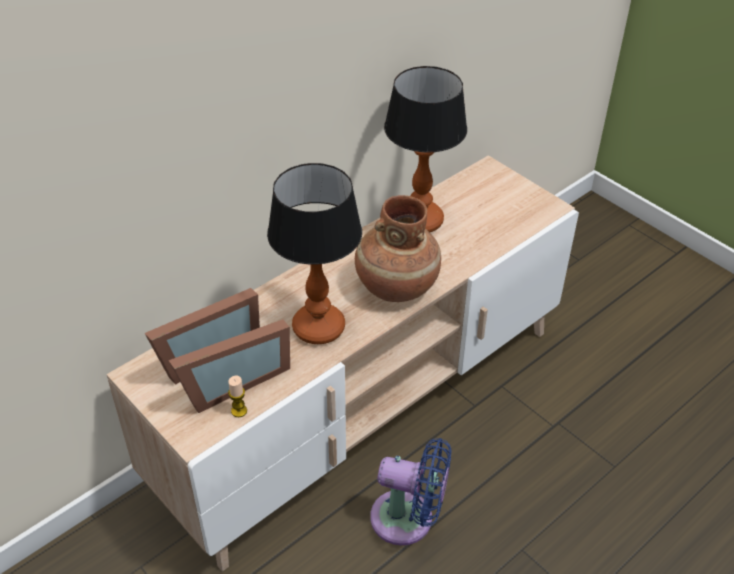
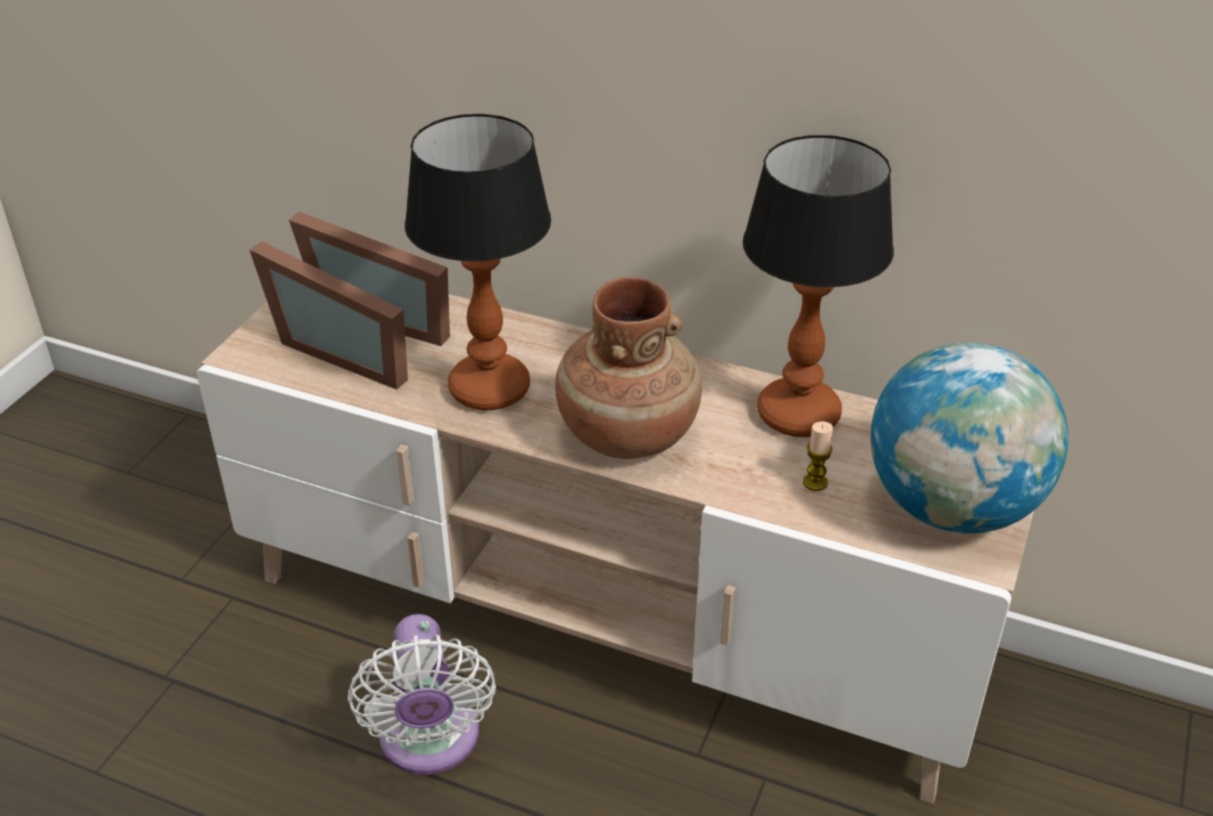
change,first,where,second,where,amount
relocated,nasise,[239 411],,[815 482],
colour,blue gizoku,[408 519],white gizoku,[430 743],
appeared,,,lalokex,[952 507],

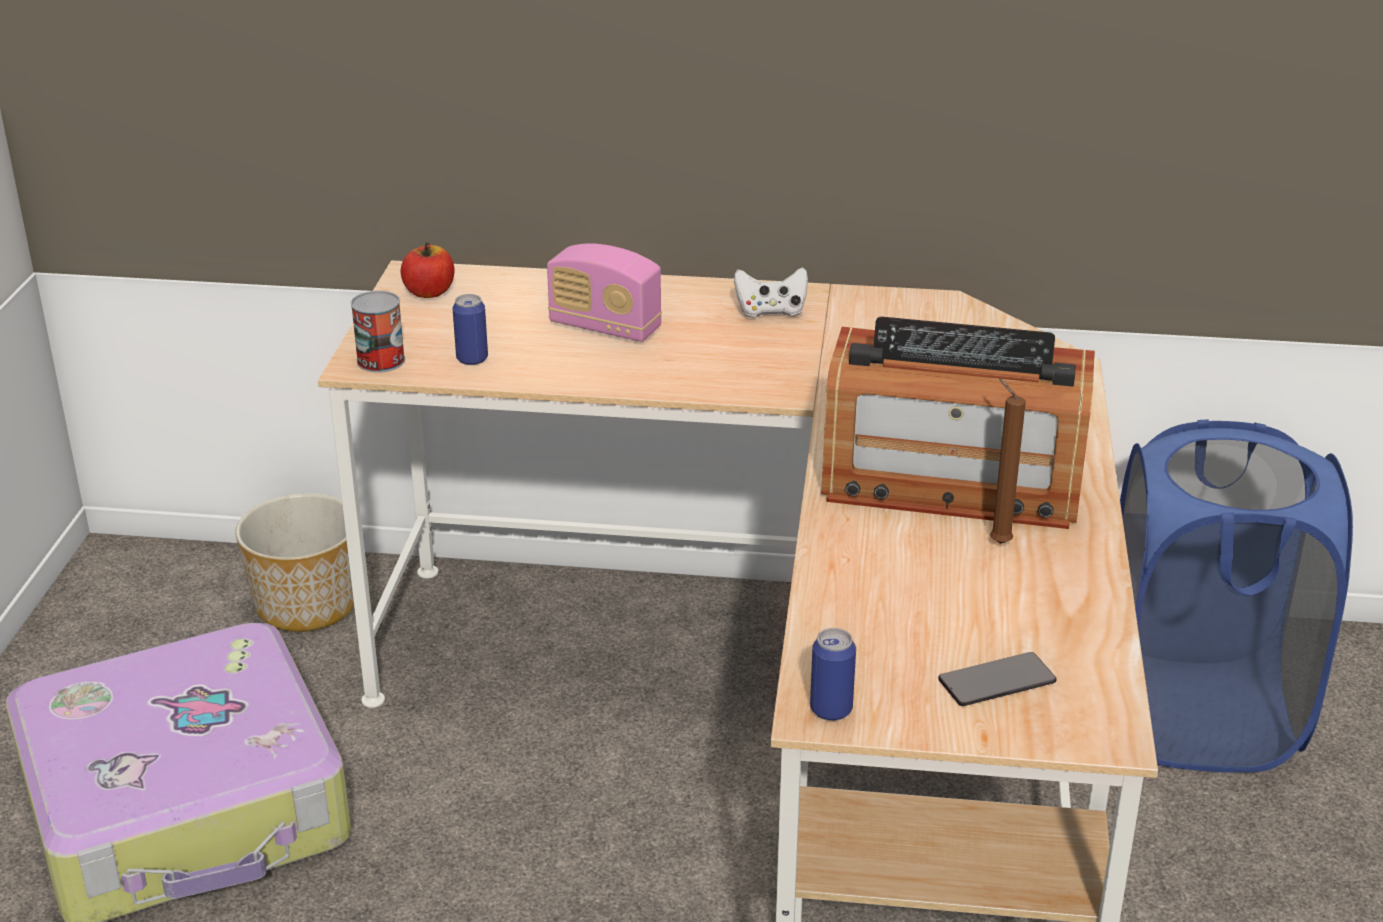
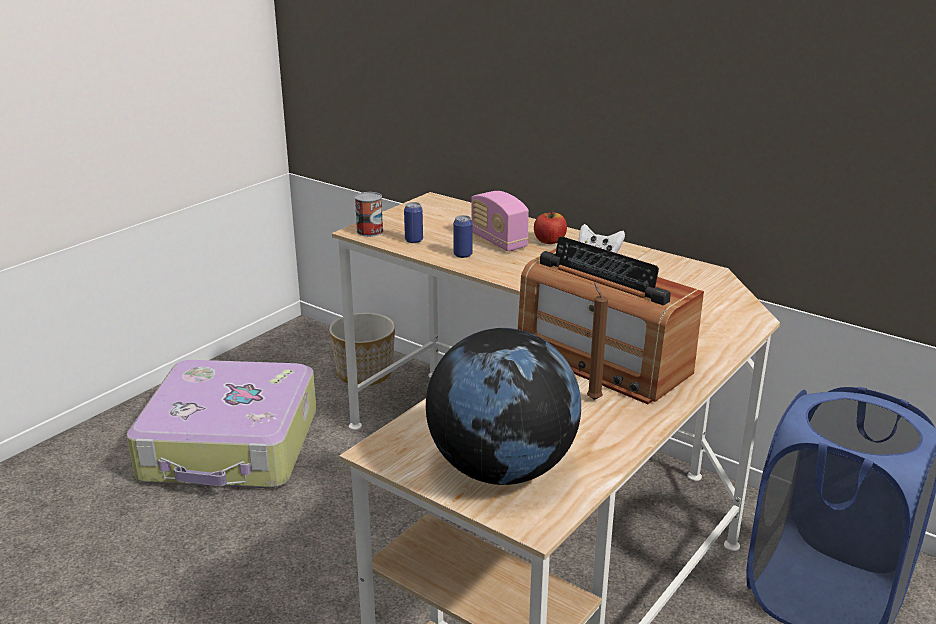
change,first,where,second,where,amount
relocated,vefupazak,[429 292],,[549 241],
relocated,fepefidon,[831 710],,[463 255],
exchanged,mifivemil,[996 681],lalokex,[502 470],

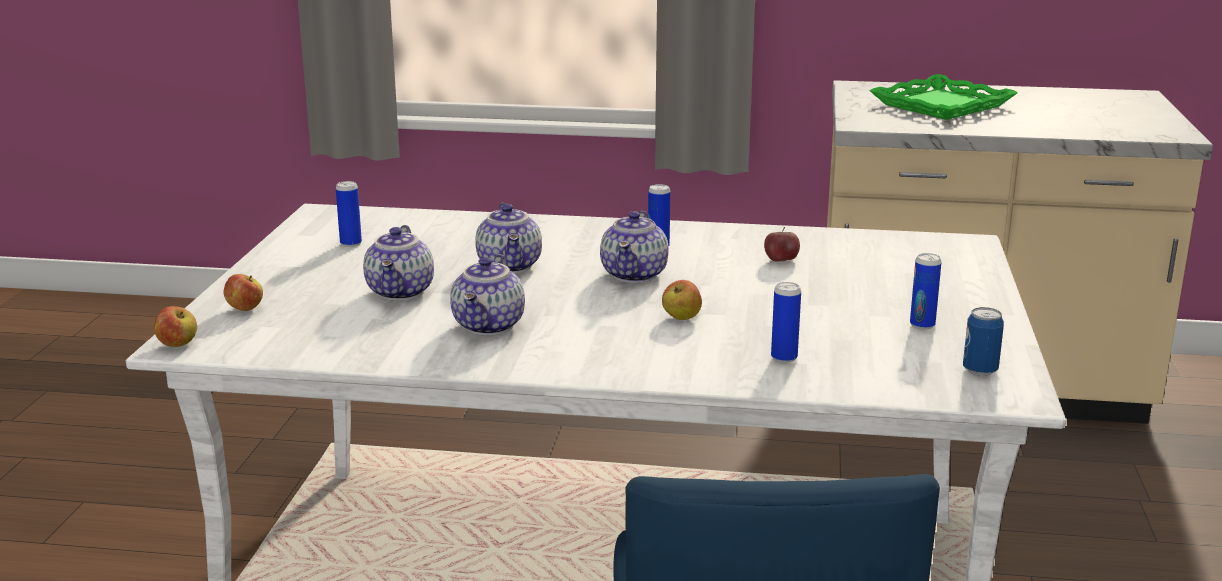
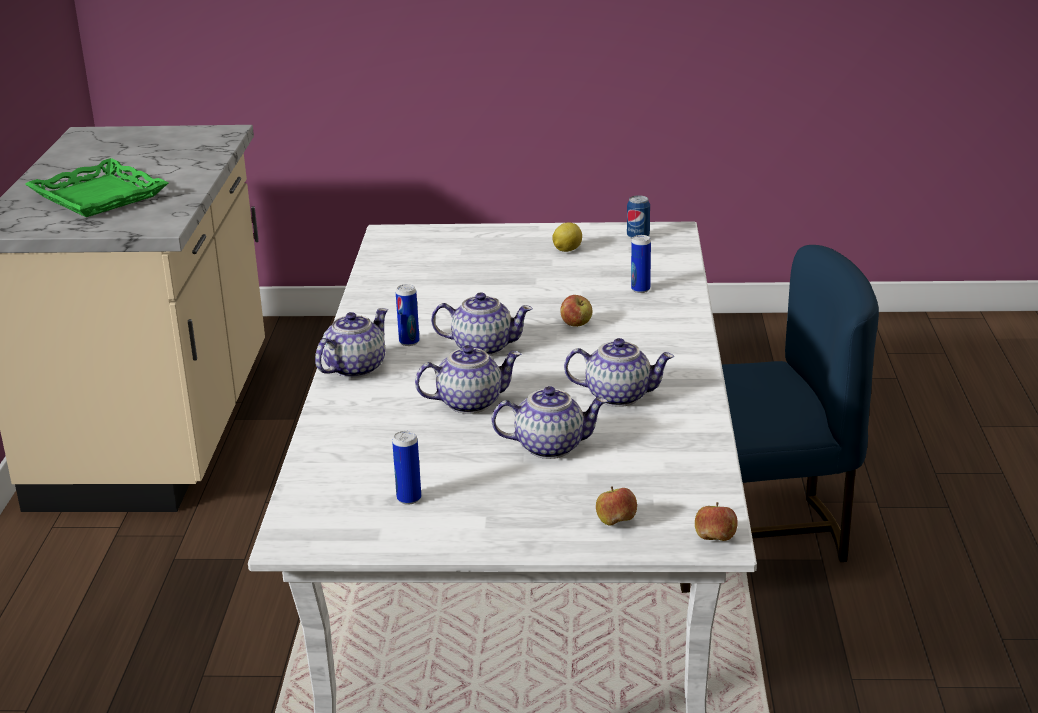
change,first,where,second,where,amount
missing,vefupazak,[781 260],,,
exchanged,fepefidon,[922 325],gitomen,[566 250],
appeared,,,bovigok,[354 368],

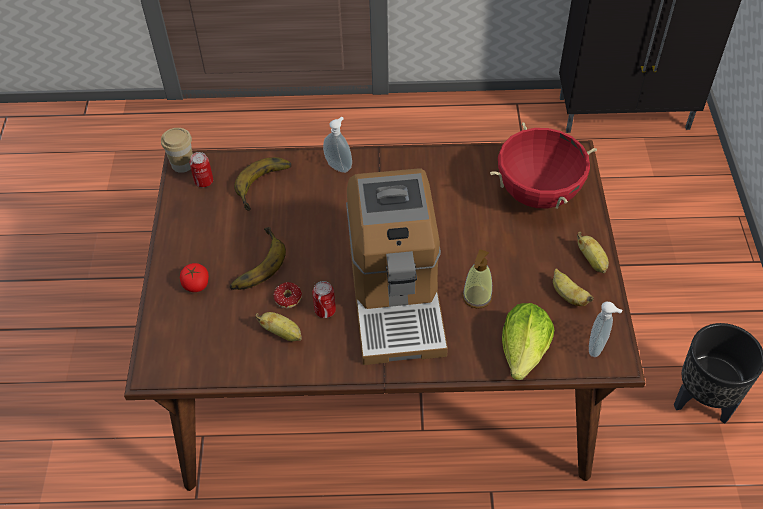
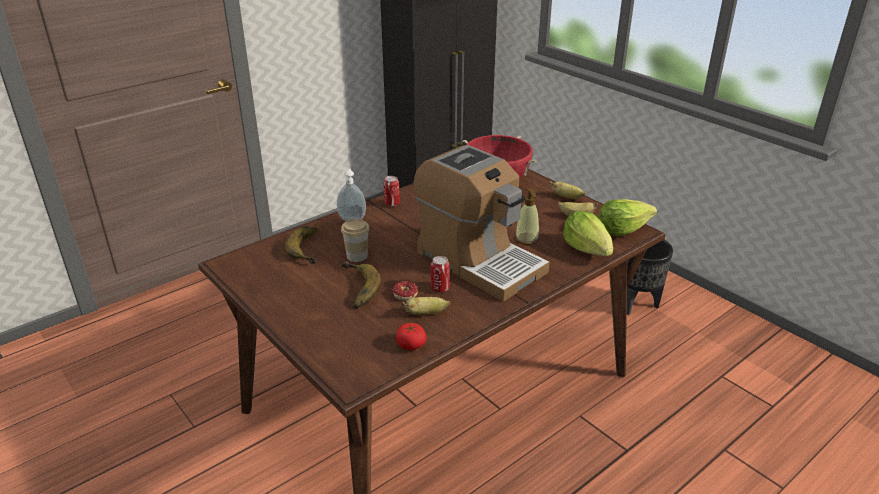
change,first,where,second,where,amount
relocated,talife,[182 164],,[357 256],
relocated,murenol,[196 284],,[411 345],
relocated,fepefidon,[204 181],,[392 203],
exchanged,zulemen,[598 347],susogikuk,[622 229],

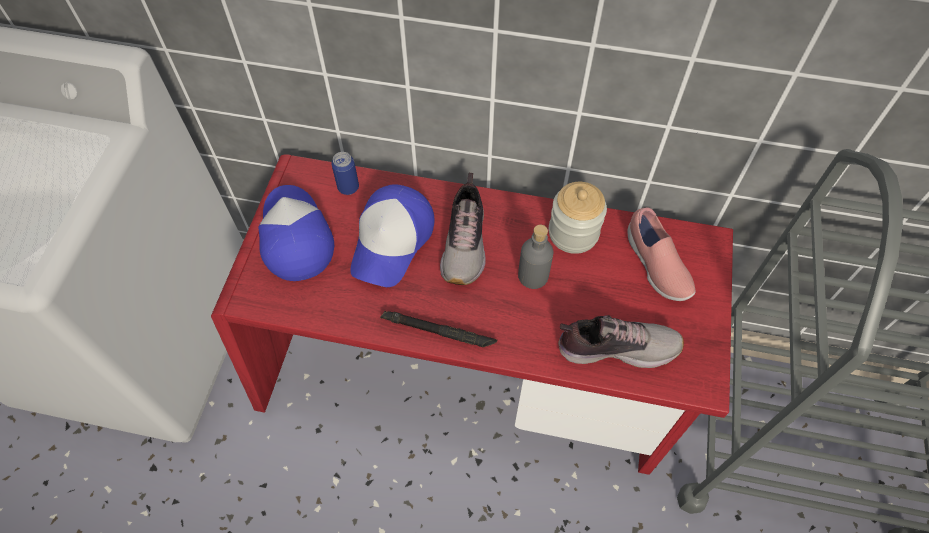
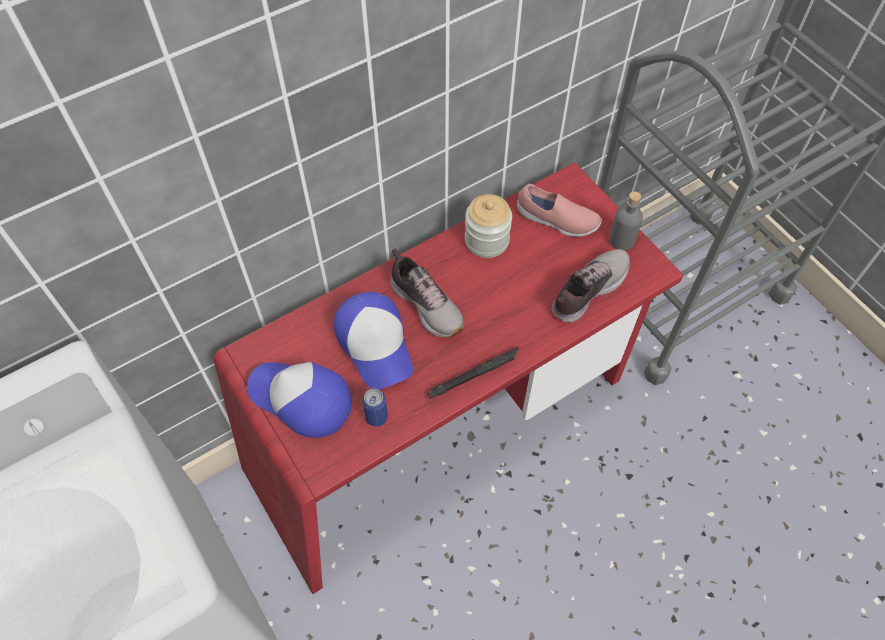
change,first,where,second,where,amount
relocated,fepefidon,[348 187],,[376 417],
relocated,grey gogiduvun,[533 275],,[621 240],

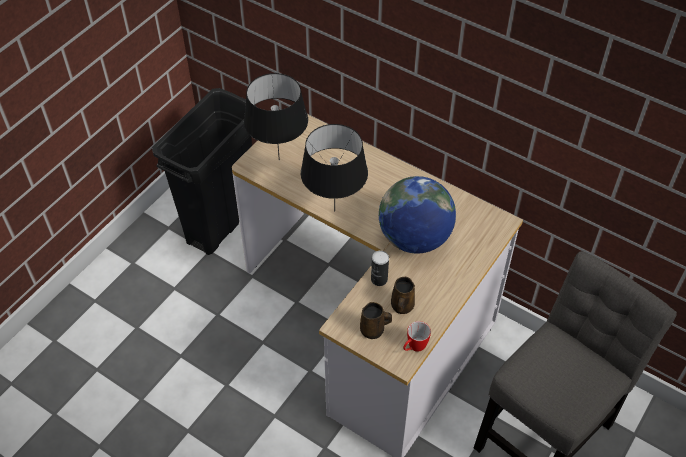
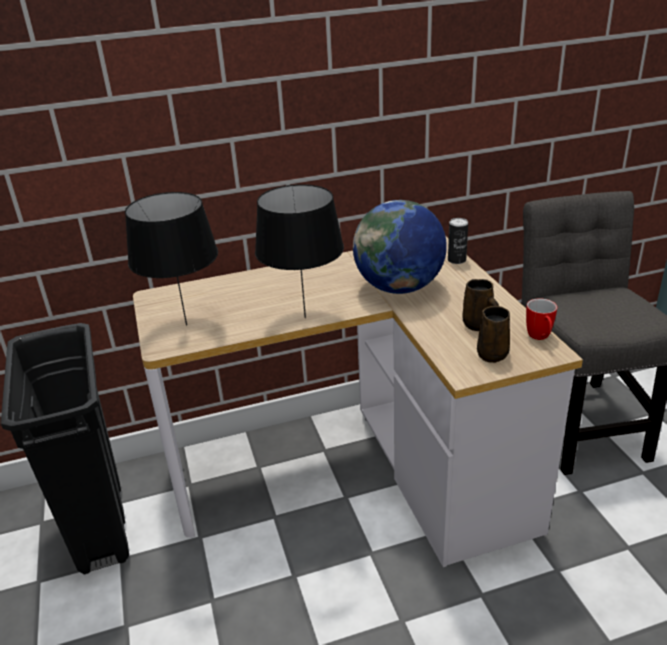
change,first,where,second,where,amount
relocated,fepefidon,[379 279],,[456 260],

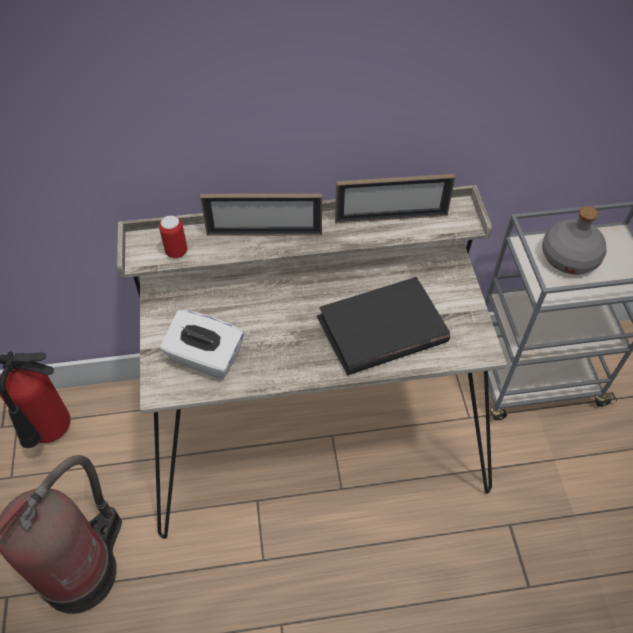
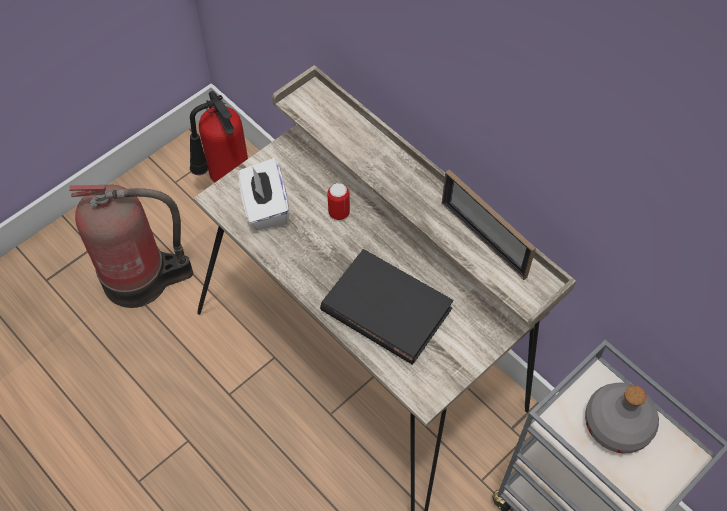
change,first,where,second,where,amount
relocated,fepefidon,[176 252],,[339 213],
missing,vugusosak,[264 233],,,

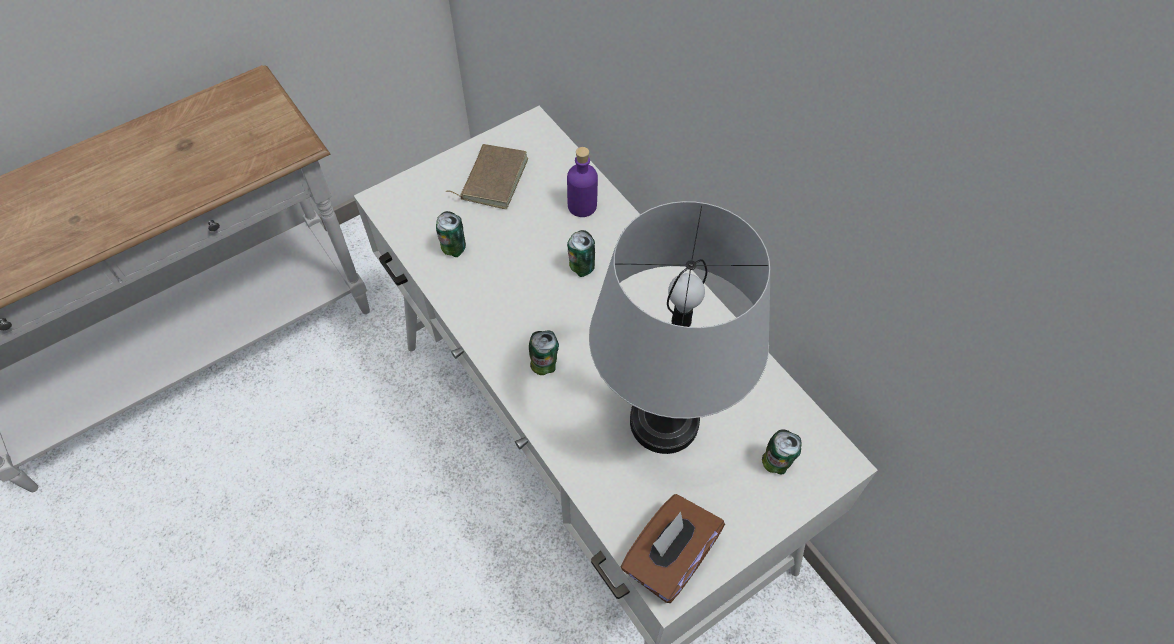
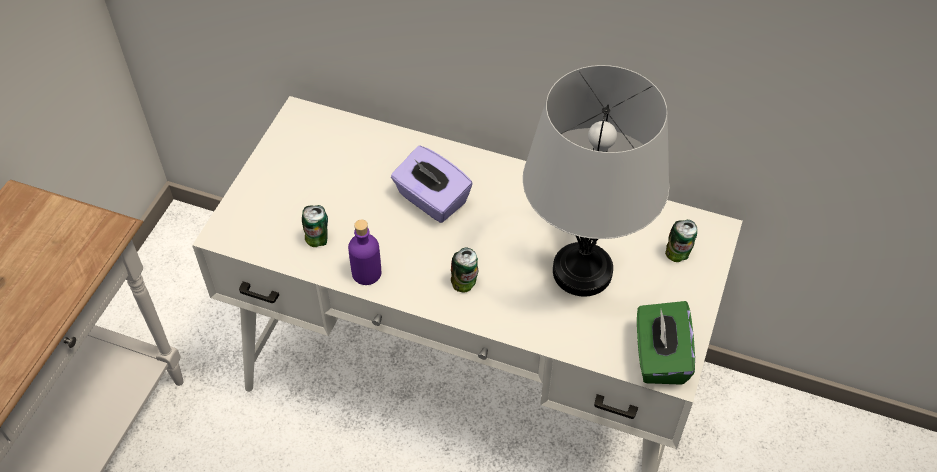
change,first,where,second,where,amount
missing,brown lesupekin,[492 178],,,
relocated,purple gogiduvun,[582 206],,[366 273],
exchanged,fepefidon,[581 268],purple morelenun,[431 200],
colour,brown morelenun,[669 558],green morelenun,[659 357],

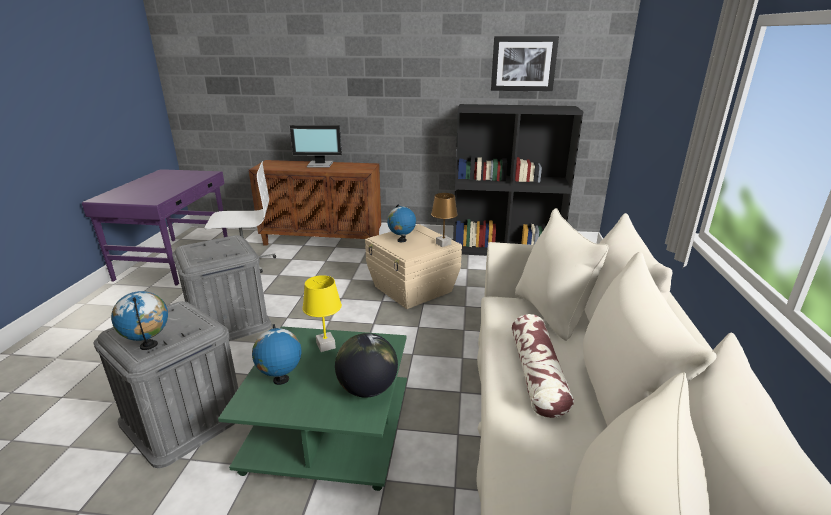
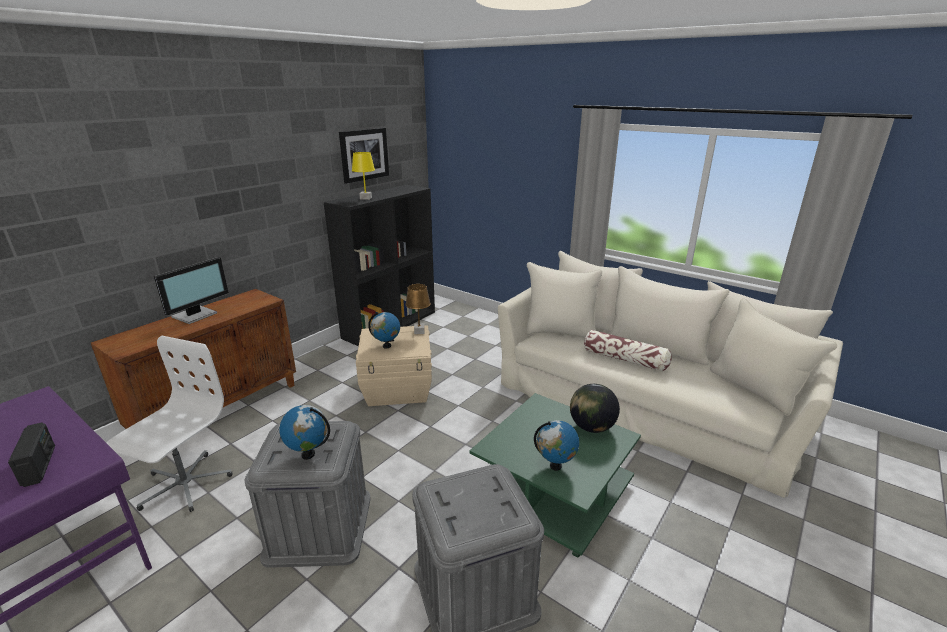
change,first,where,second,where,amount
relocated,lalokex,[149 345],,[308 454],
relocated,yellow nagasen,[326 346],,[366 198],
appeared,,,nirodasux,[39 466],

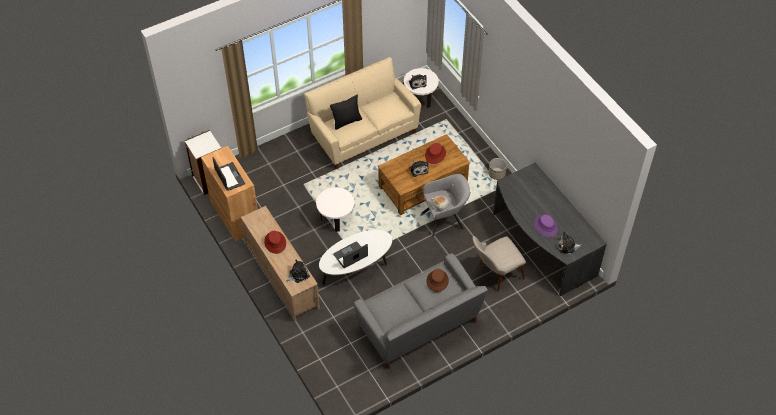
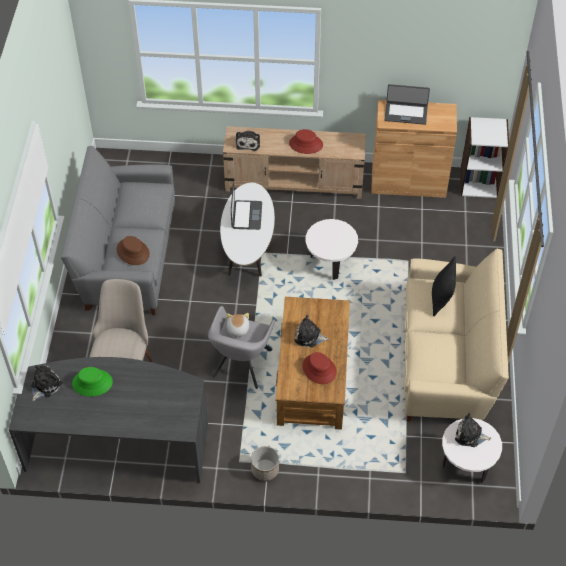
change,first,where,second,where,amount
colour,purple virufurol,[546 226],green virufurol,[92 383],

